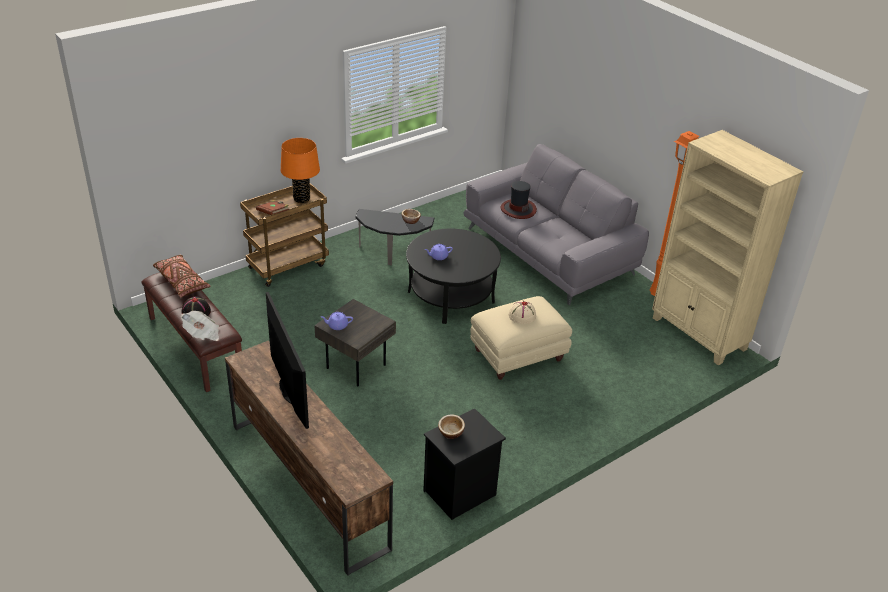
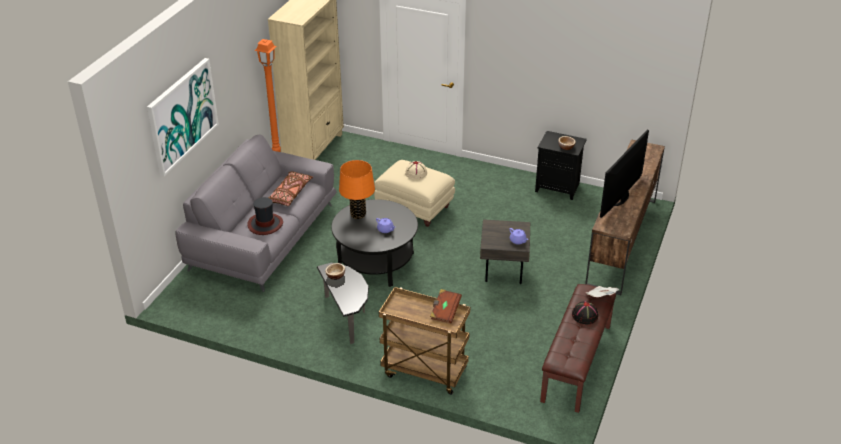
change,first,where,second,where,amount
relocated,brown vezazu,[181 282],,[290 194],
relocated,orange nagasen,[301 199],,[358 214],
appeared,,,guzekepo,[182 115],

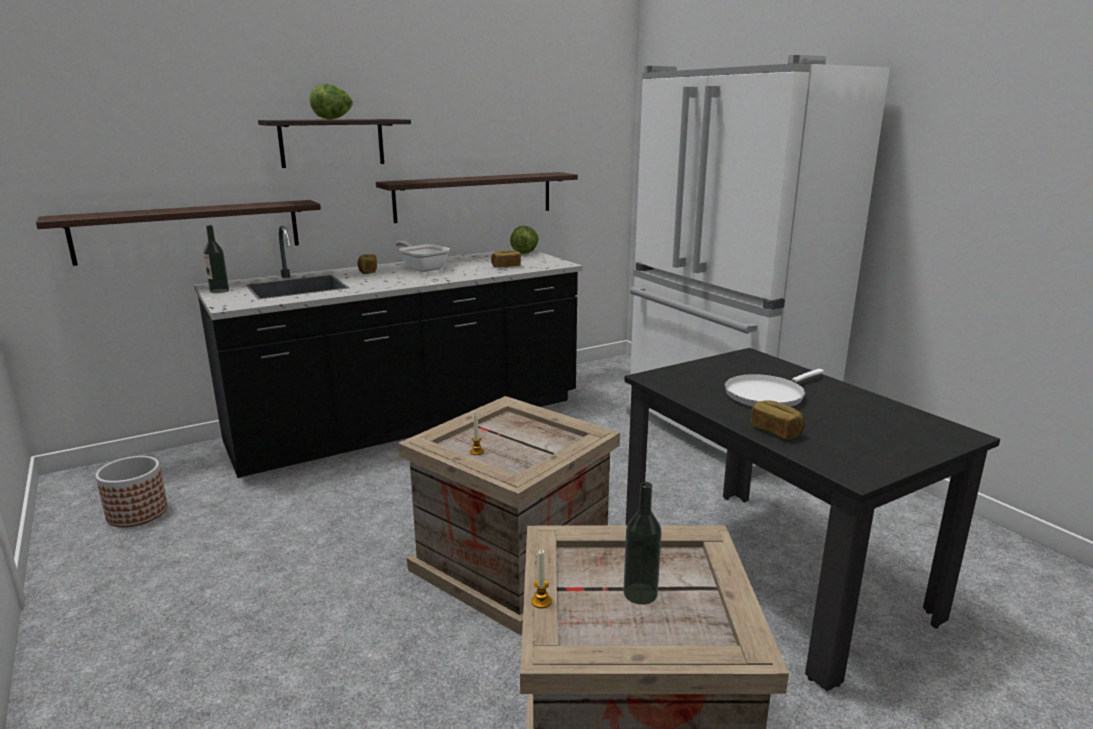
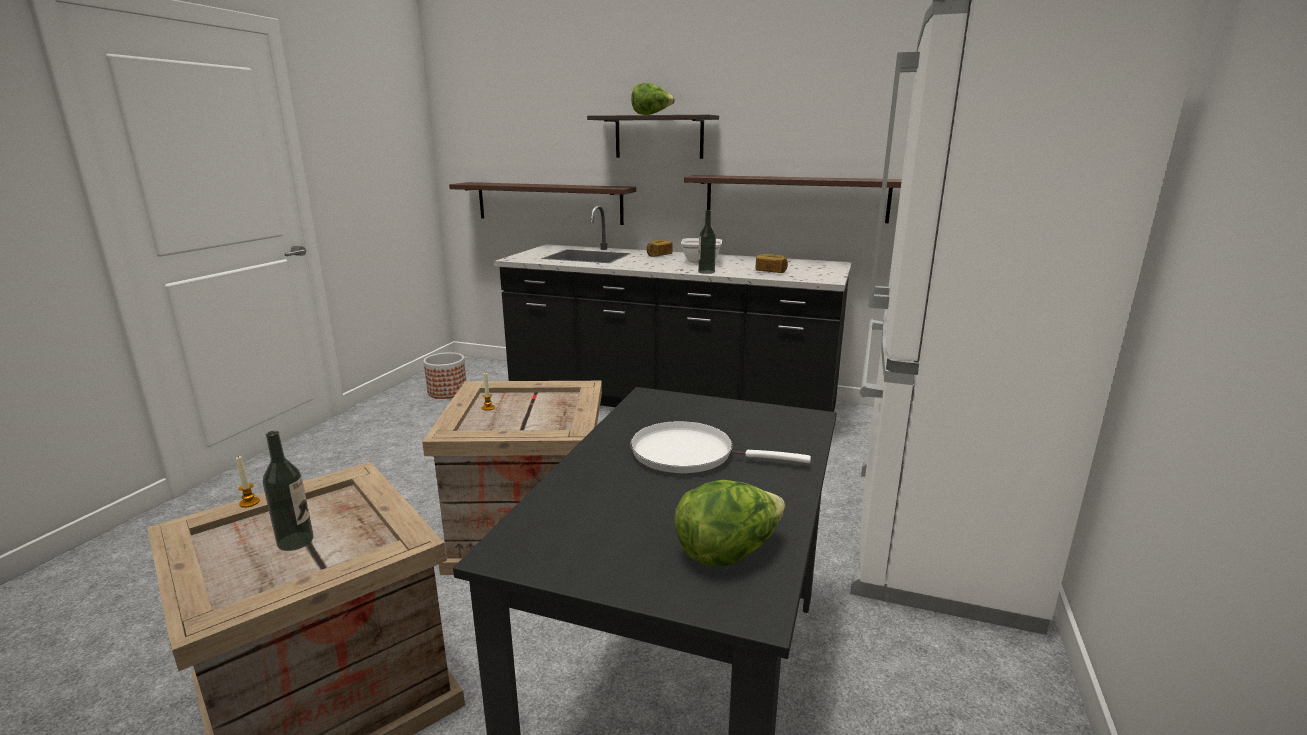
change,first,where,second,where,amount
relocated,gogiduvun,[219 291],,[706 272],
relocated,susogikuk,[524 252],,[728 552],
missing,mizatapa,[776 431],,,

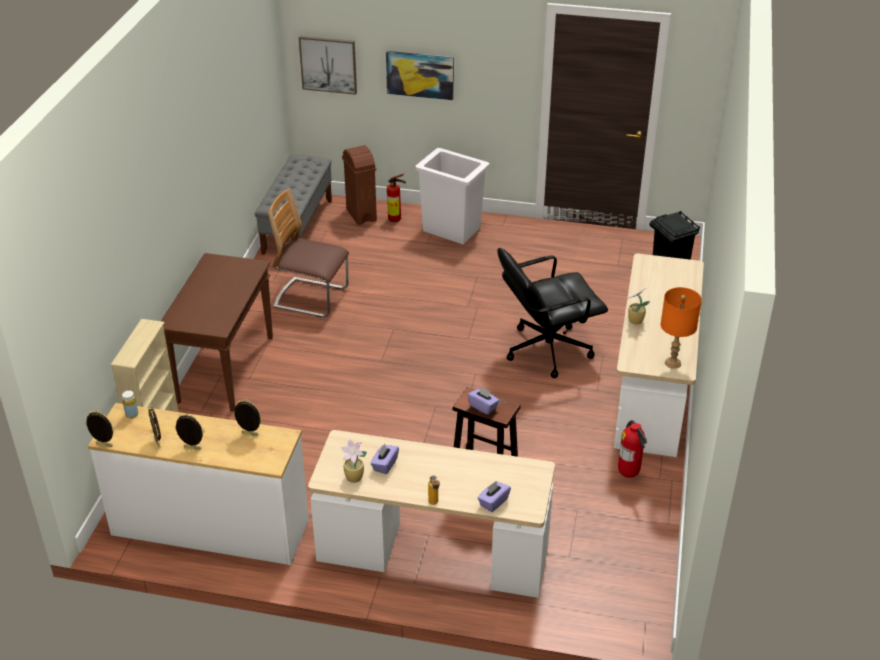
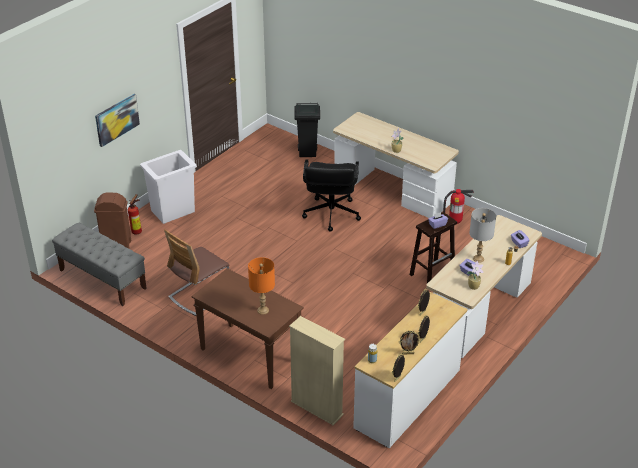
change,first,where,second,where,amount
missing,guzekepo,[328 64],,,
relocated,orange nagasen,[673 363],,[263 310],
appeared,,,grey nagasen,[478 259],

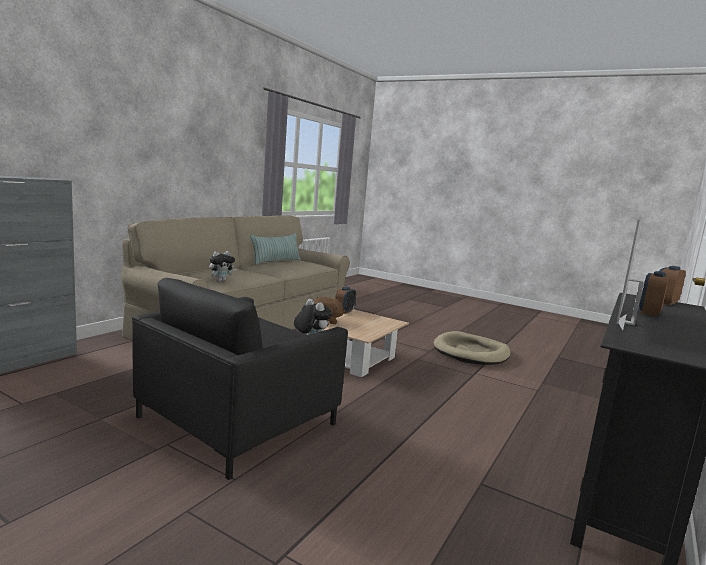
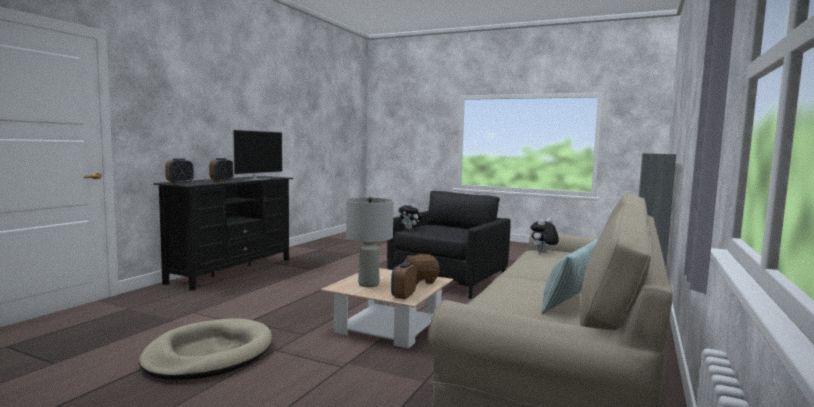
change,first,where,second,where,amount
appeared,,,grey nagasen,[368 284],

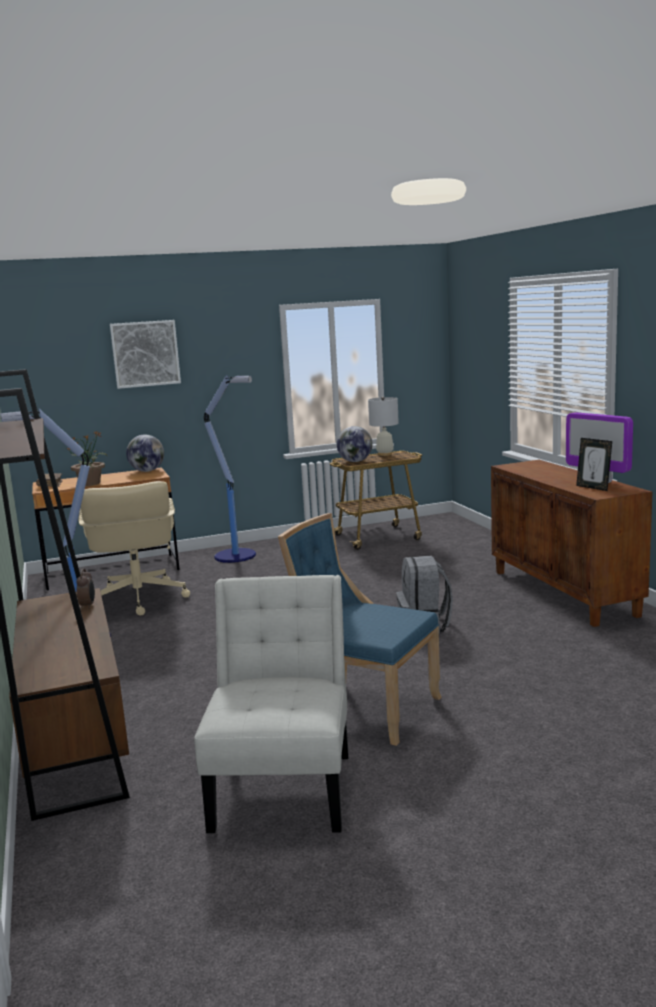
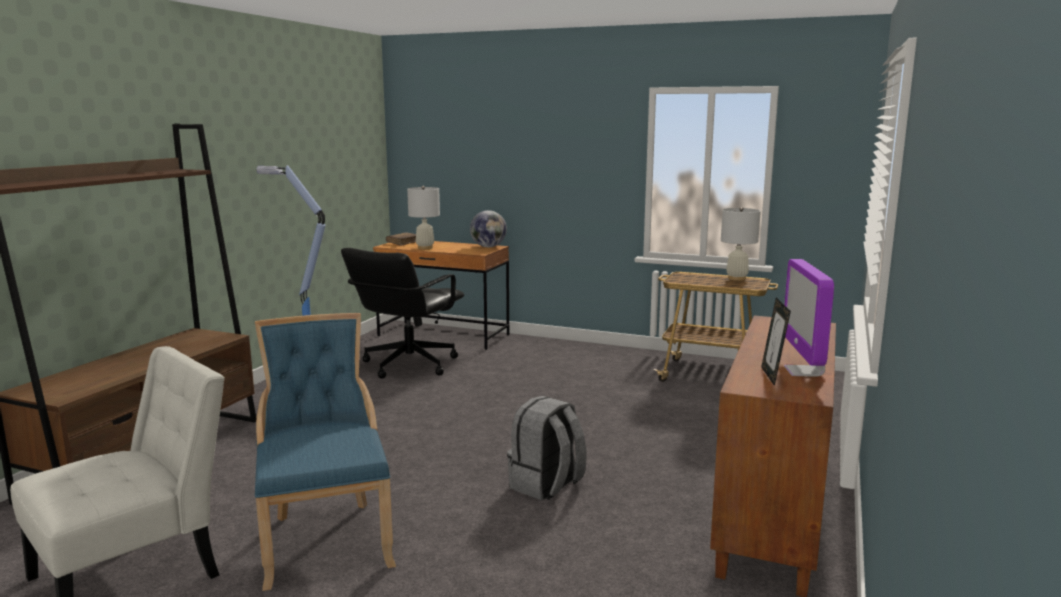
change,first,where,second,where,amount
exchanged,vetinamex,[90 483],white nagasen,[425 248],
missing,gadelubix,[88 606],,,
colour,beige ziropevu,[138 600],black ziropevu,[408 365],
missing,guzekepo,[145 354],,,
missing,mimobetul,[237 556],,,
missing,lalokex,[355 461],,,

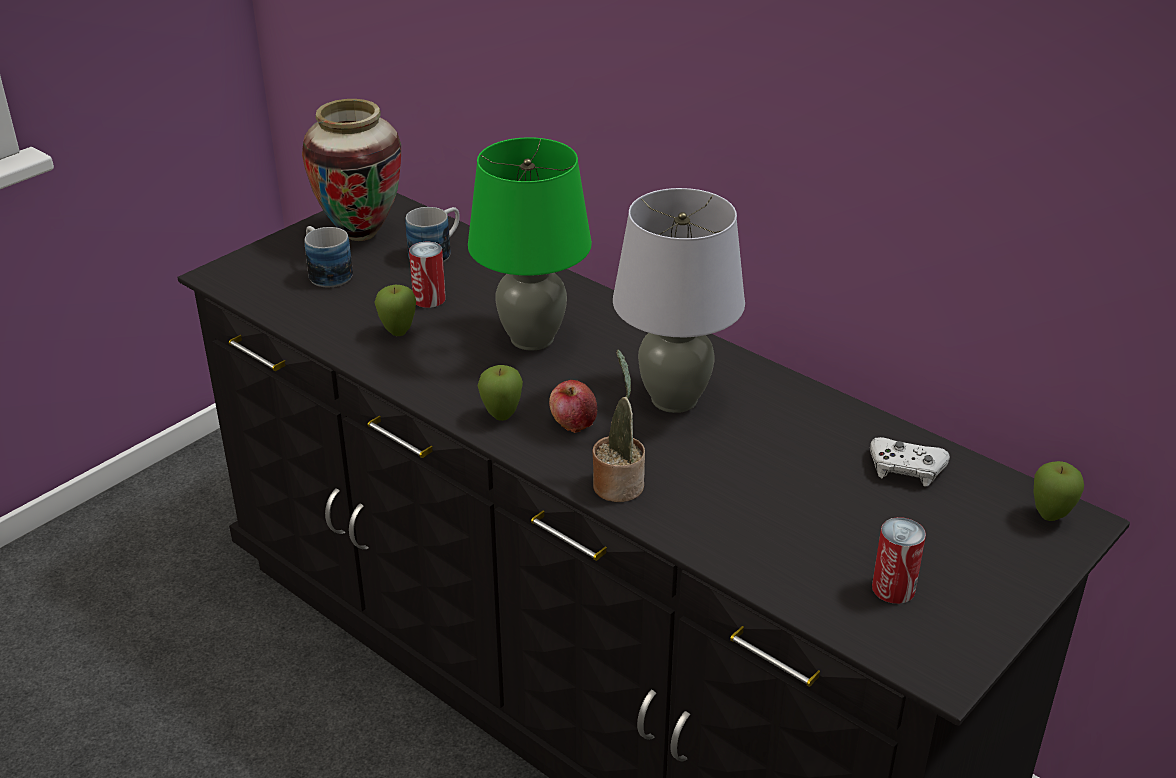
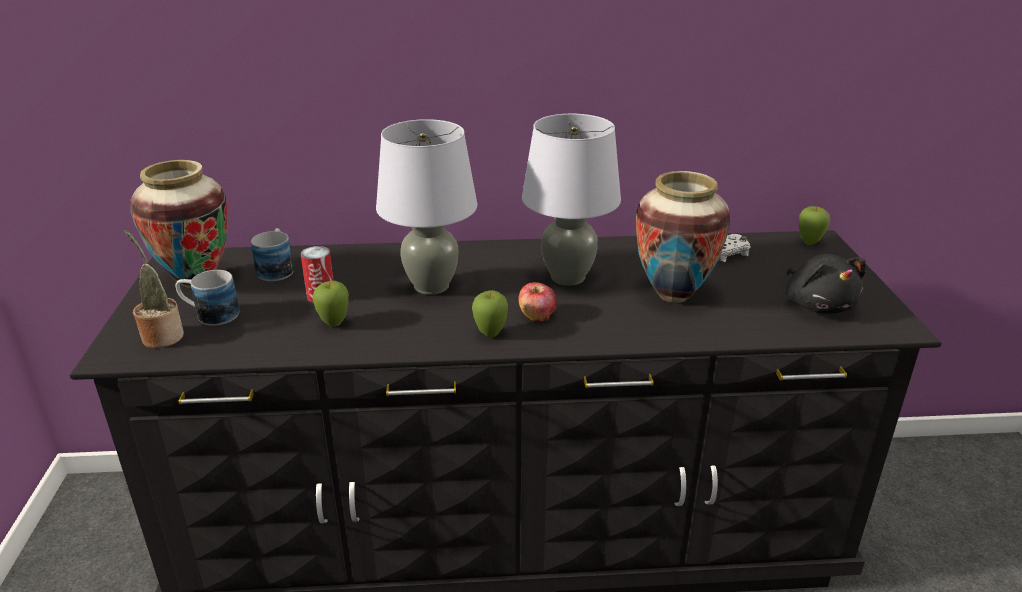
change,first,where,second,where,amount
colour,green nagasen,[532 339],grey nagasen,[432 286],
relocated,vetinamex,[618 483],,[161 336],
exchanged,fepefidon,[893 588],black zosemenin,[818 305],
appeared,,,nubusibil,[672 296],

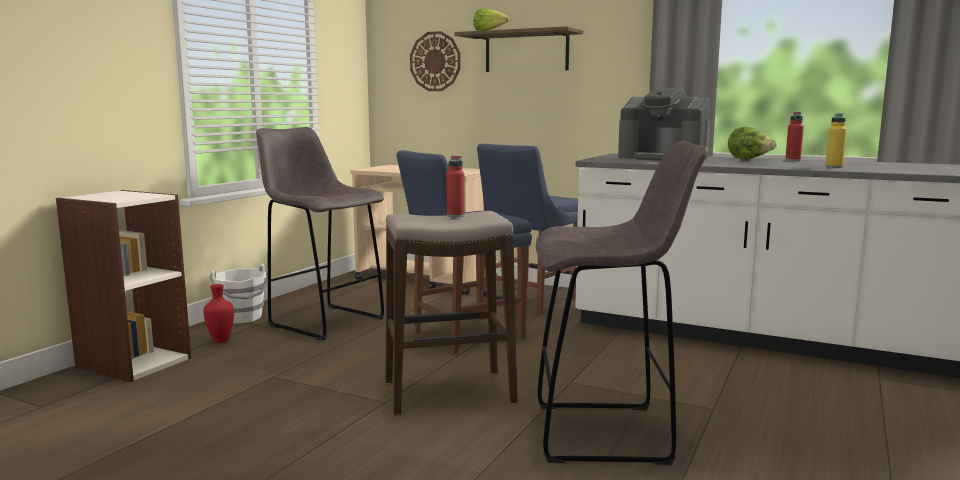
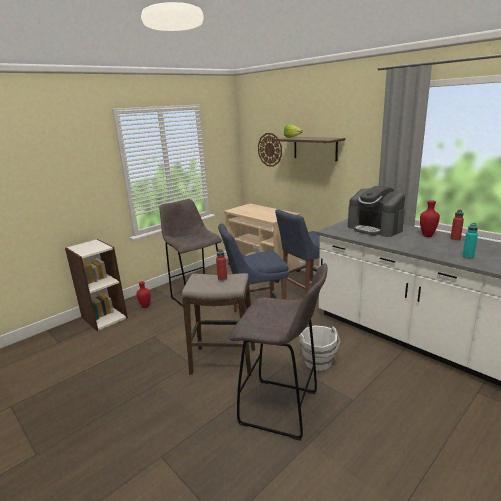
change,first,where,second,where,amount
relocated,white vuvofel,[241 317],,[318 362],
exchanged,susogikuk,[749 159],red nubusibil,[427 235],
colour,yellow gogiduvun,[834 167],turquoise gogiduvun,[468 257],

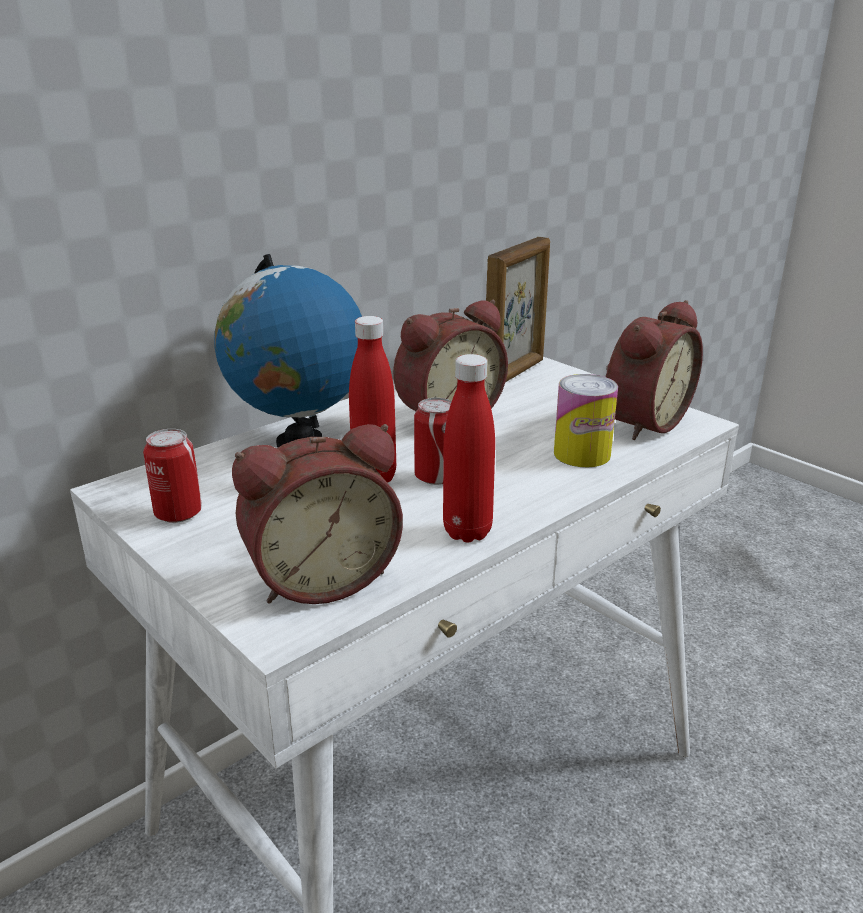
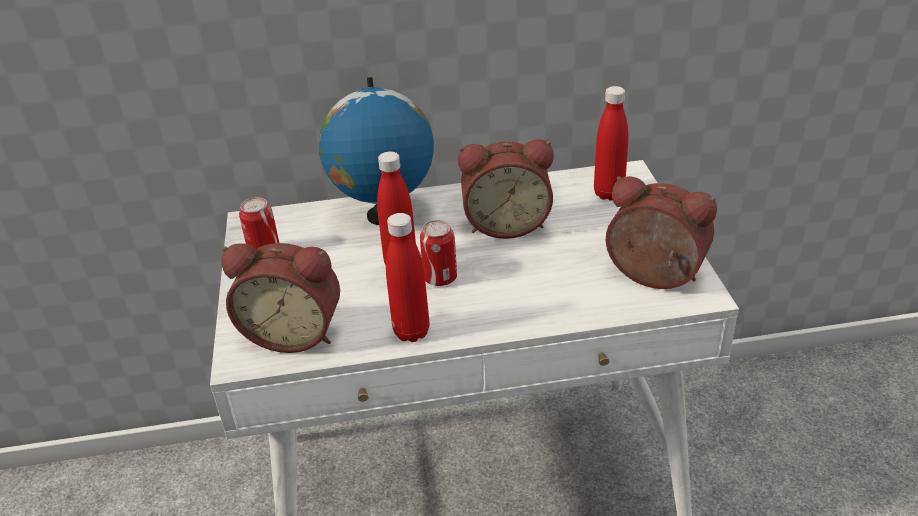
change,first,where,second,where,amount
exchanged,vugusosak,[515 373],red gogiduvun,[608 194],
missing,fepefidon,[582 454],,,
spun,gadelubix,[641 422],,[653 278],135 degrees counterclockwise

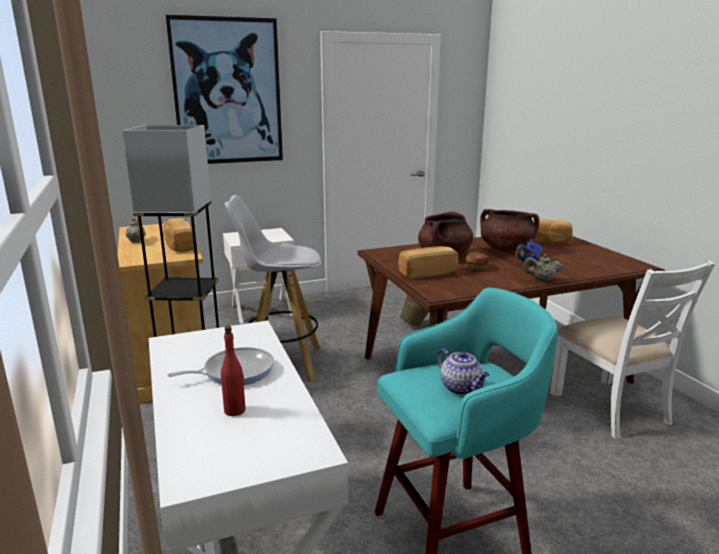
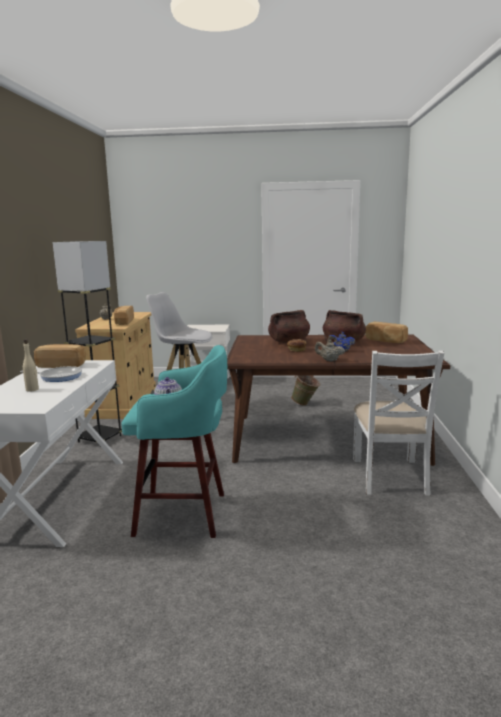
change,first,where,second,where,amount
missing,guzekepo,[227 92],,,
colour,red gogiduvun,[235 410],beige gogiduvun,[32 389],
relocated,mizatapa,[427 273],,[62 365],

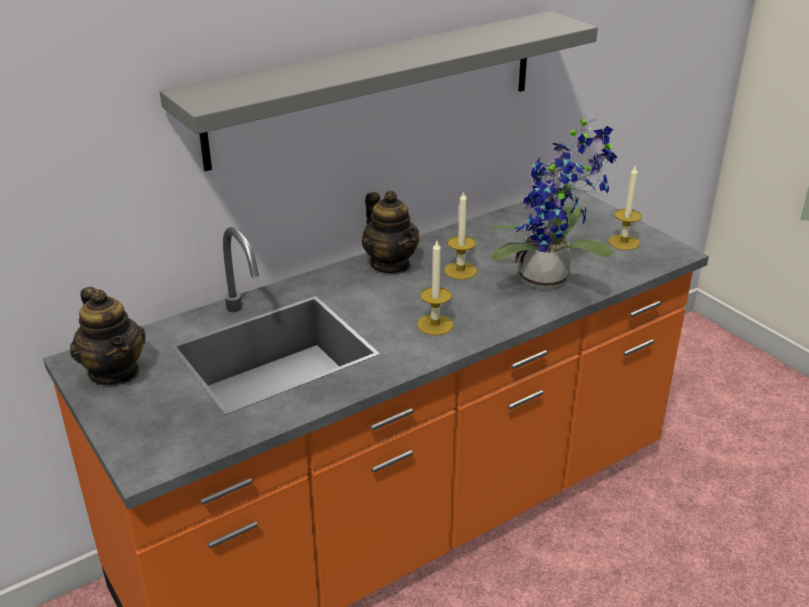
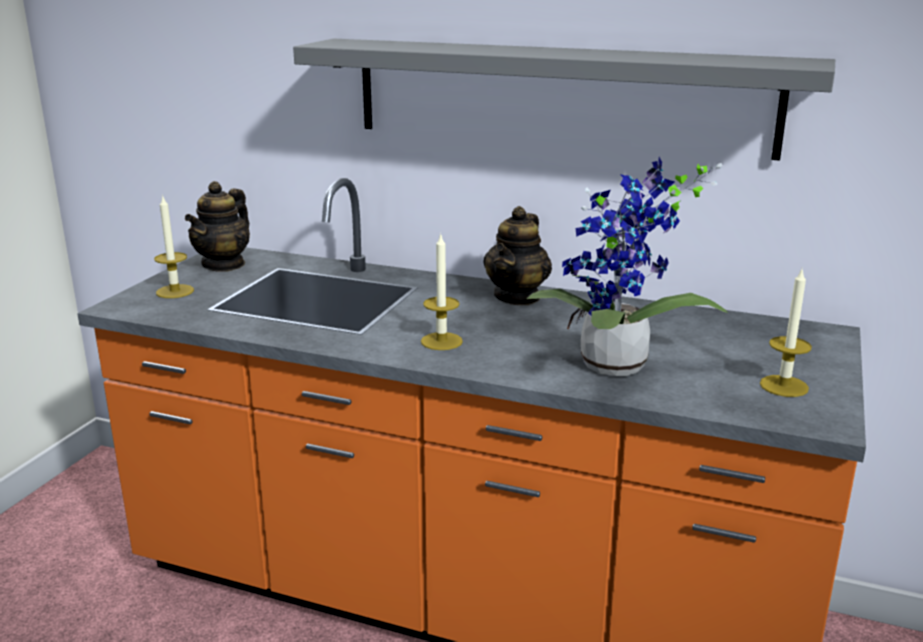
change,first,where,second,where,amount
relocated,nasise,[460 271],,[175 291],

